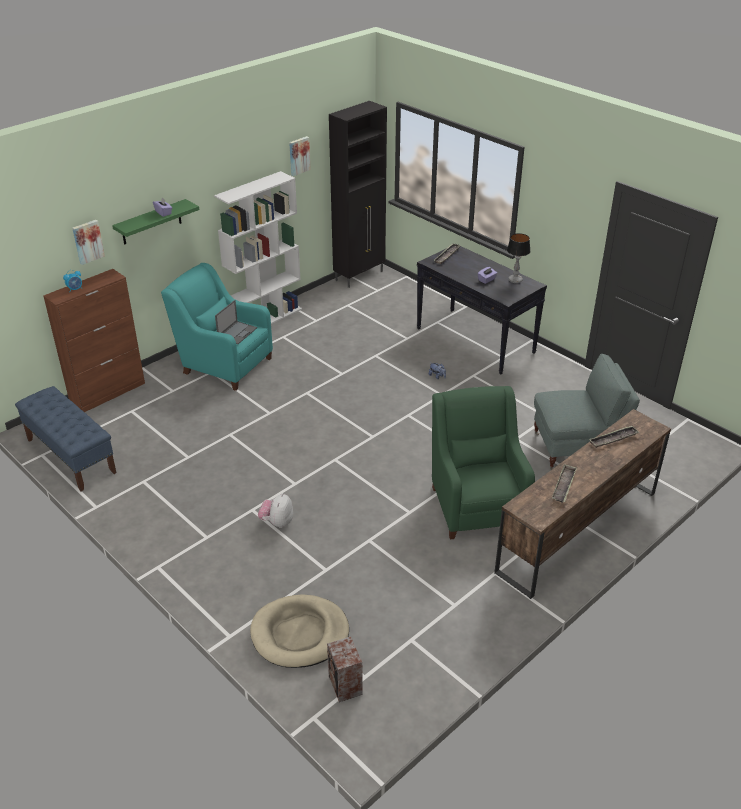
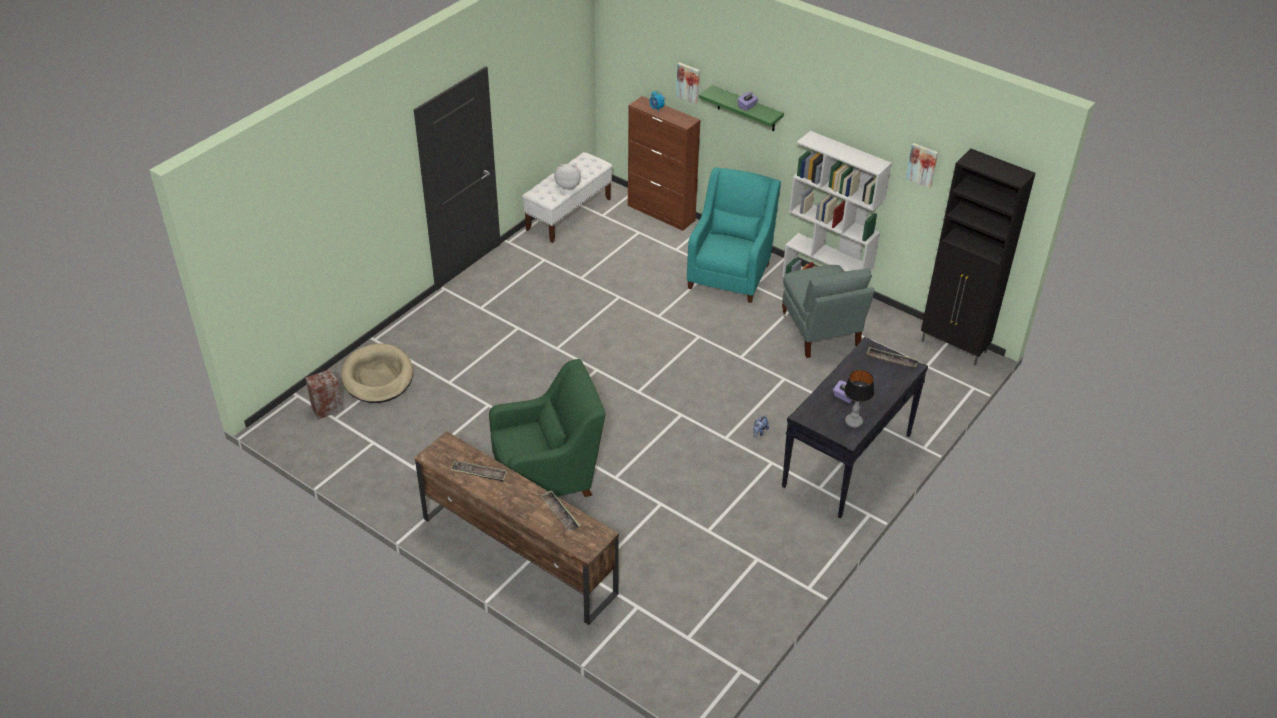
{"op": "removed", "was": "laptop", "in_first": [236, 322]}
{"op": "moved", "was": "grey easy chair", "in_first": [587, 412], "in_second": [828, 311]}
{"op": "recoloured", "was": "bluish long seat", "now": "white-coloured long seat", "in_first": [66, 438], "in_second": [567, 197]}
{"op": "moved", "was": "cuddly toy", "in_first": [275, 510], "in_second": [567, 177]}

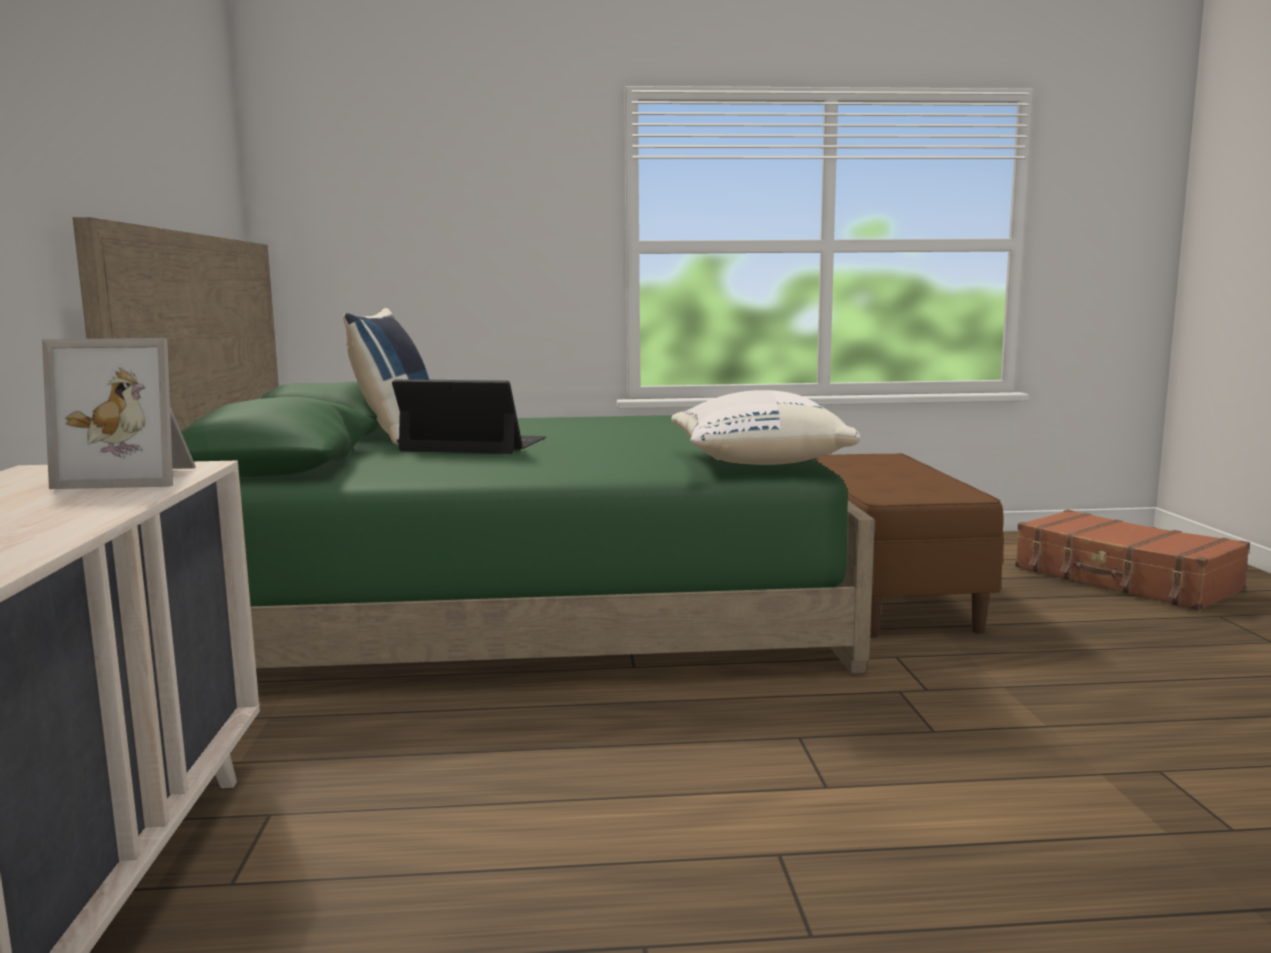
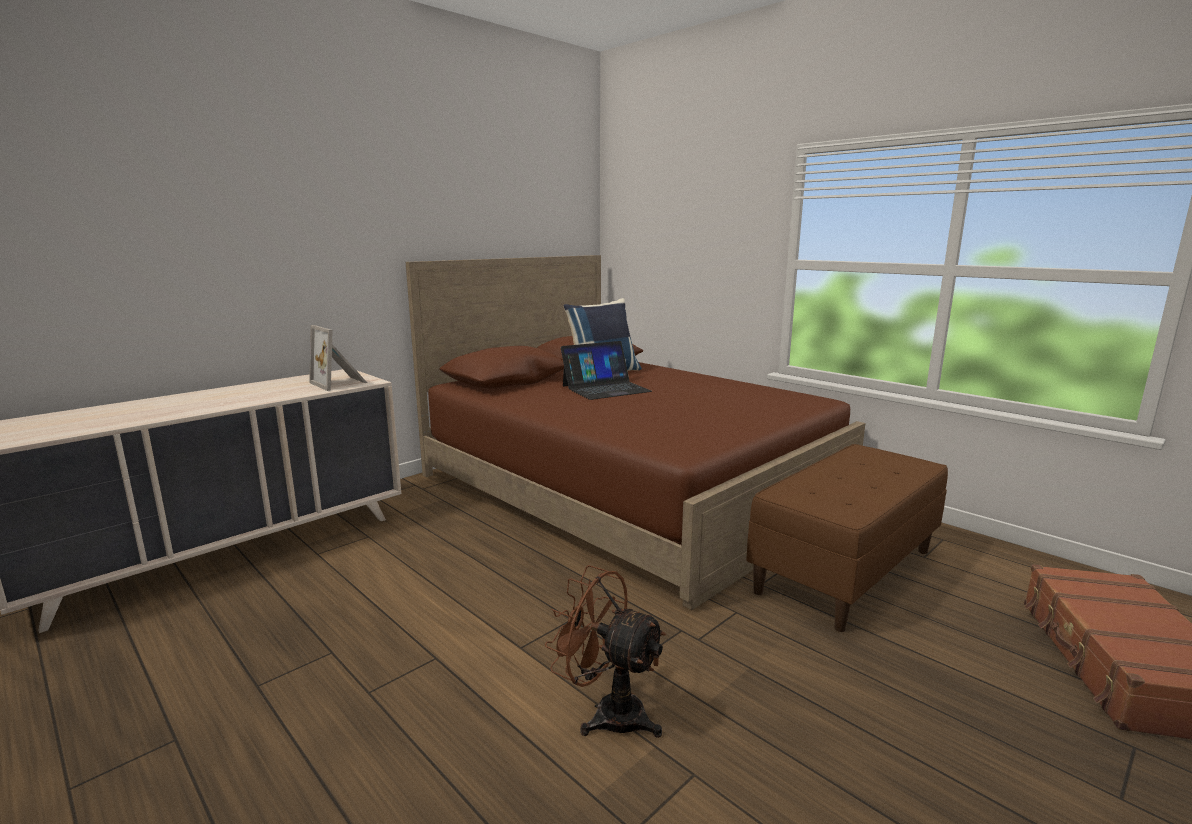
{"op": "recoloured", "was": "green sleeping bed", "now": "brownish sleeping bed", "in_first": [474, 445], "in_second": [635, 432]}
{"op": "turned", "was": "laptop", "in_first": [469, 416], "in_second": [606, 370], "clockwise": 90}
{"op": "removed", "was": "white-coloured cushion", "in_first": [766, 427]}
{"op": "added", "now": "brownish fan", "in_second": [605, 651]}

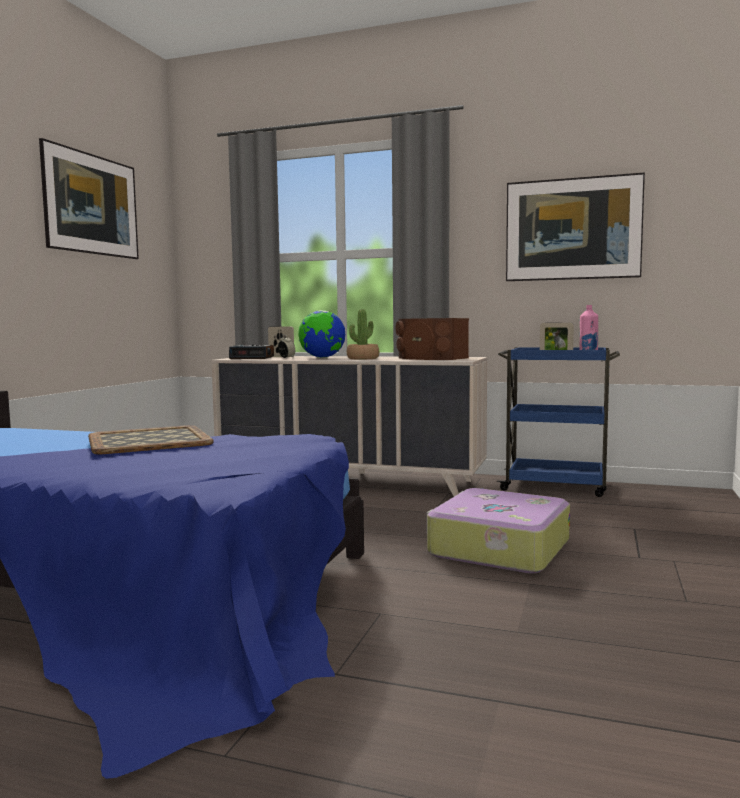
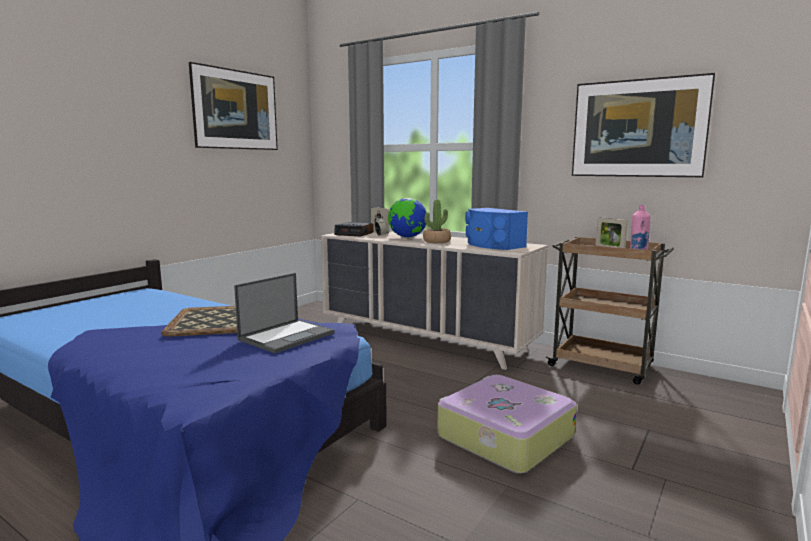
{"op": "recoloured", "was": "brownish speaker", "now": "bluish speaker", "in_first": [432, 339], "in_second": [496, 229]}
{"op": "recoloured", "was": "bluish cart", "now": "brownish cart", "in_first": [558, 422], "in_second": [609, 311]}
{"op": "added", "now": "laptop", "in_second": [284, 313]}

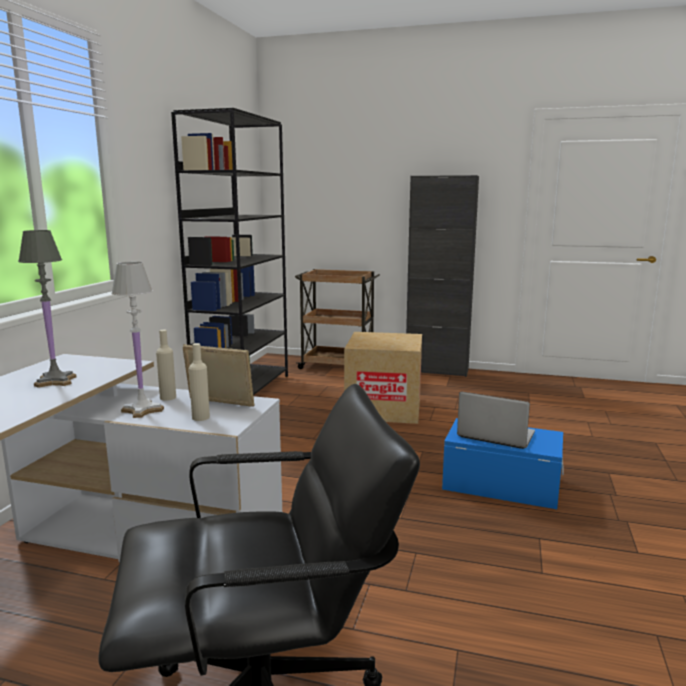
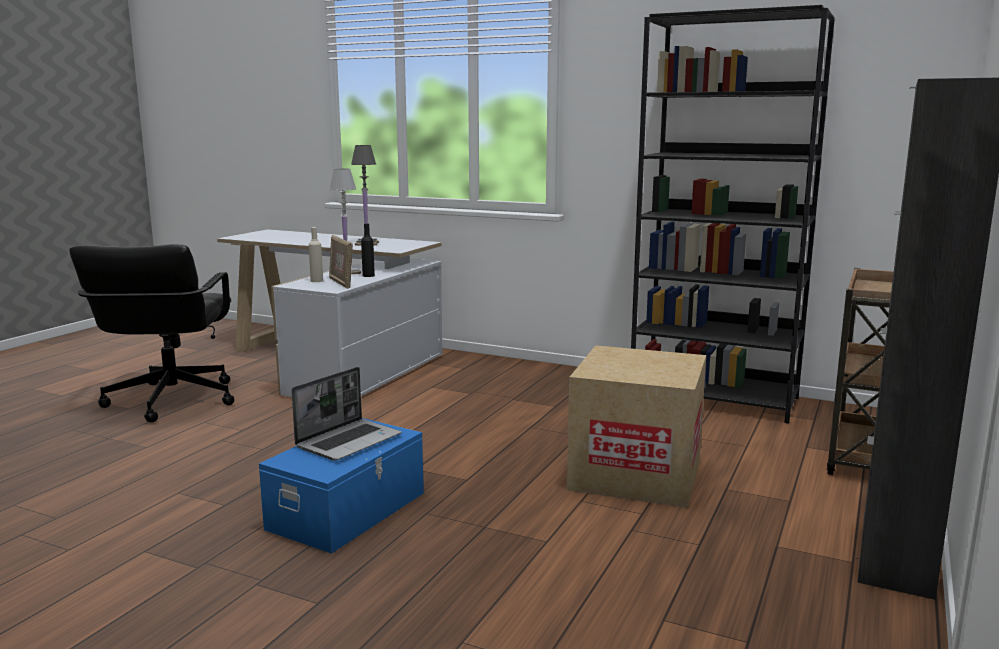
{"op": "recoloured", "was": "beige drink bottle", "now": "blackish drink bottle", "in_first": [166, 365], "in_second": [368, 250]}
{"op": "turned", "was": "standing frame", "in_first": [219, 375], "in_second": [341, 262], "clockwise": 120}

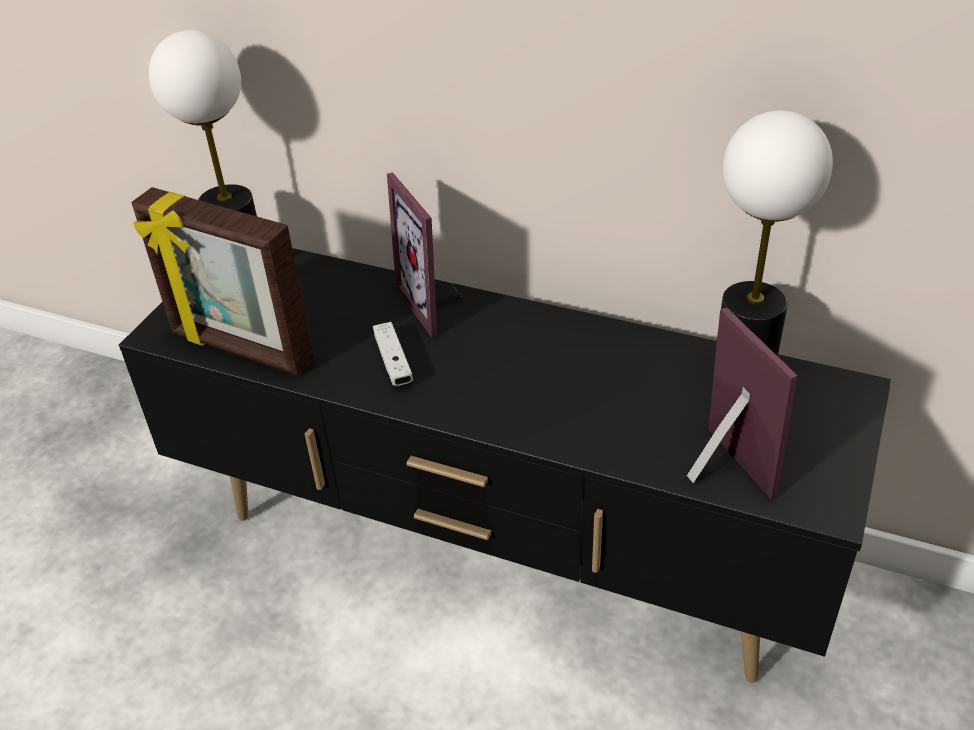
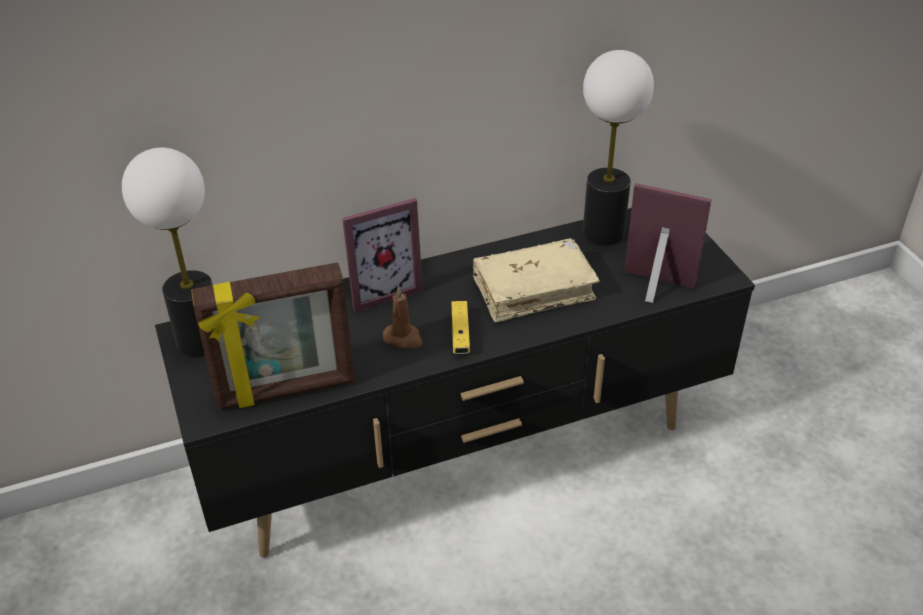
{"op": "turned", "was": "standing frame", "in_first": [423, 254], "in_second": [382, 255], "clockwise": -45}
{"op": "replaced", "was": "white-coloured joypad", "now": "brownish candle", "in_first": [393, 354], "in_second": [403, 317]}
{"op": "added", "now": "beige bound book", "in_second": [536, 280]}
{"op": "added", "now": "yellowish joypad", "in_second": [460, 327]}

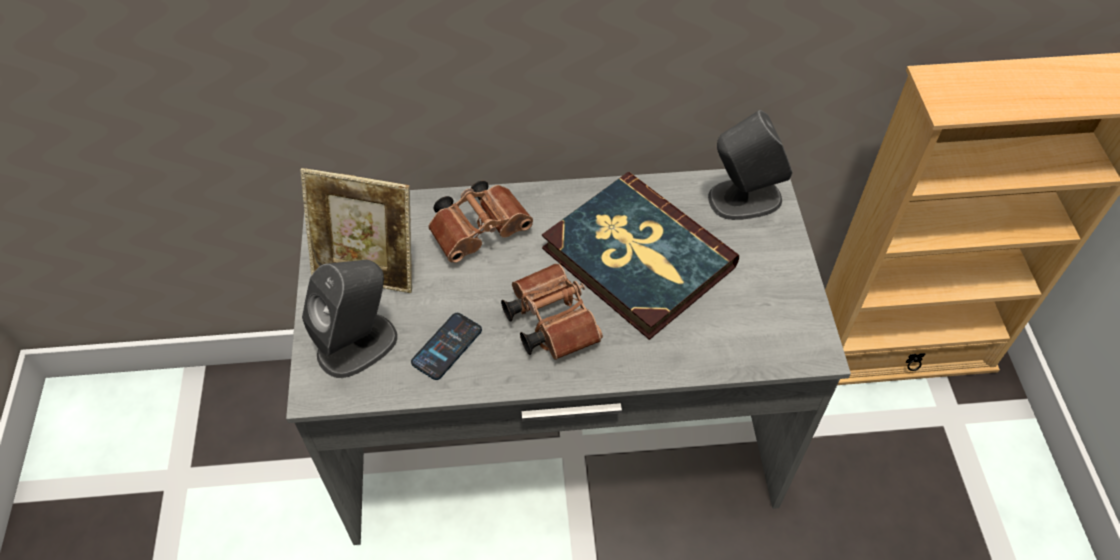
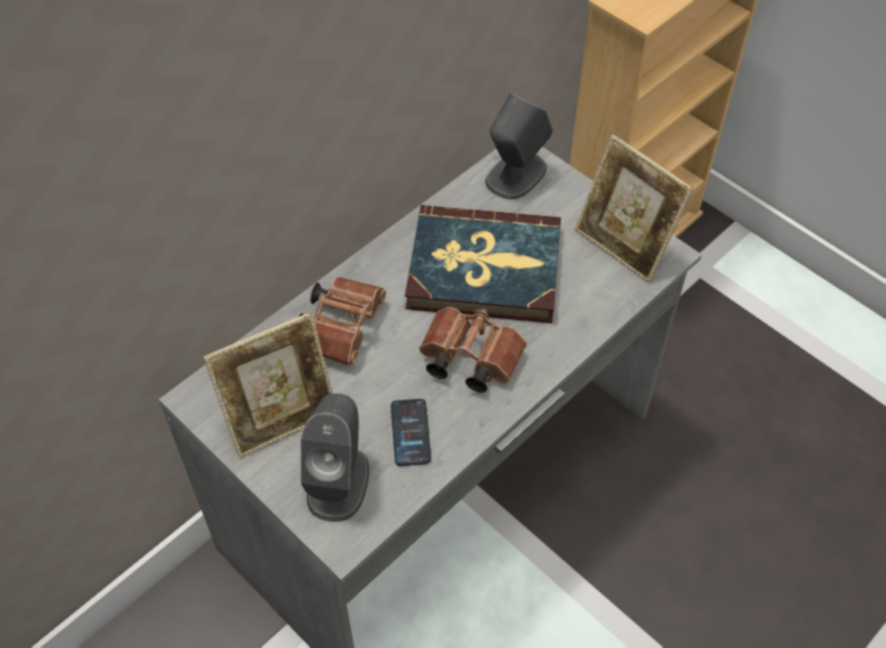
{"op": "added", "now": "standing frame", "in_second": [634, 209]}

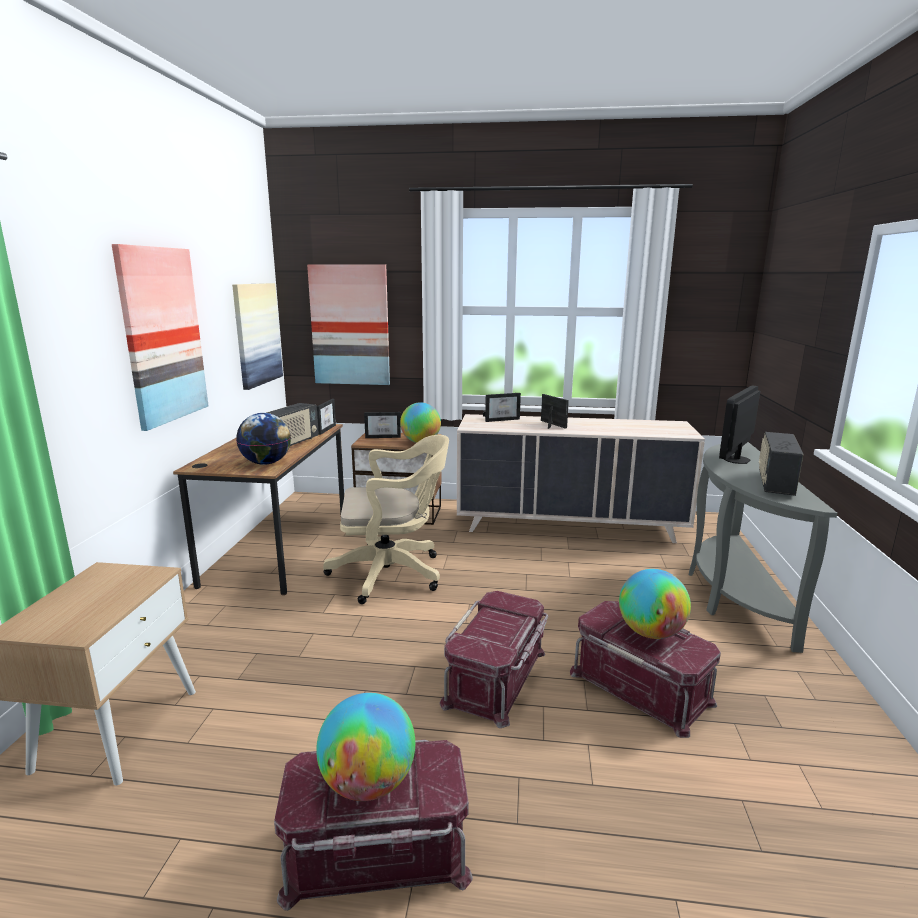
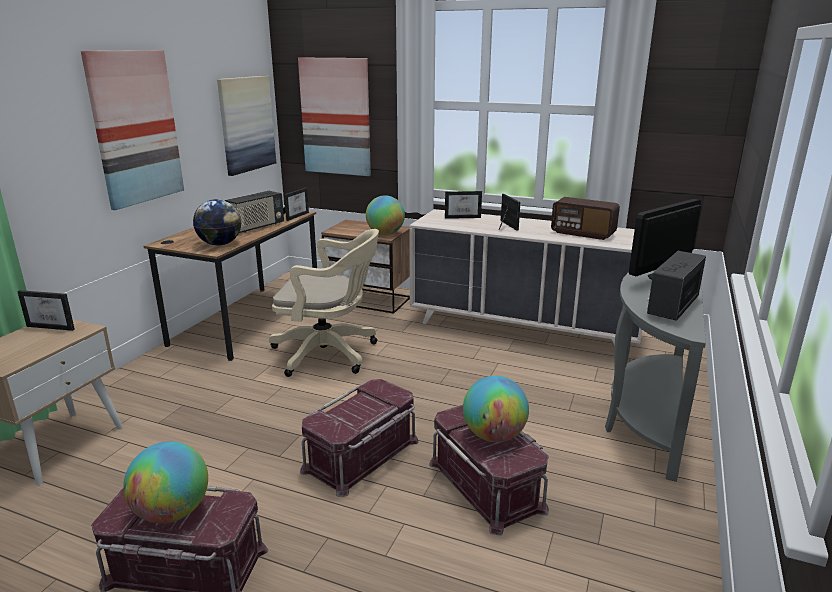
{"op": "moved", "was": "standing frame", "in_first": [382, 425], "in_second": [46, 310]}
{"op": "added", "now": "radio set", "in_second": [585, 218]}

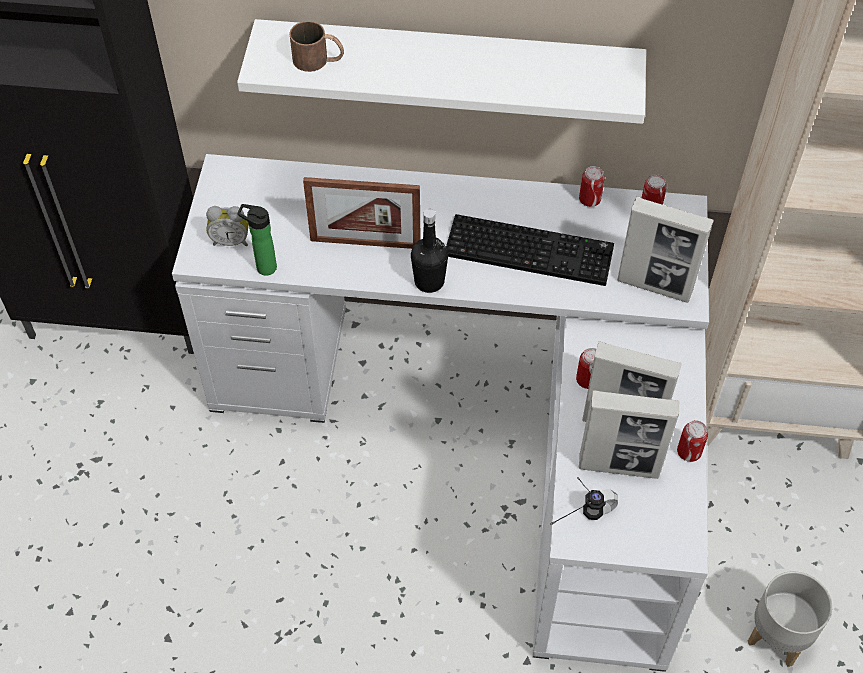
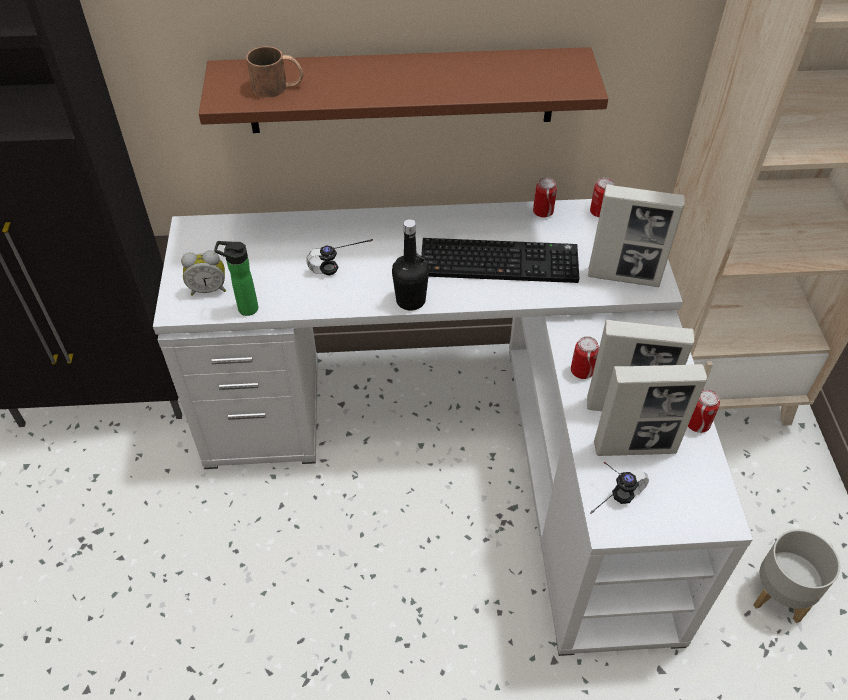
{"op": "recoloured", "was": "white-coloured shelf", "now": "brownish shelf", "in_first": [441, 71], "in_second": [403, 90]}
{"op": "replaced", "was": "standing frame", "now": "headset", "in_first": [362, 213], "in_second": [339, 257]}

